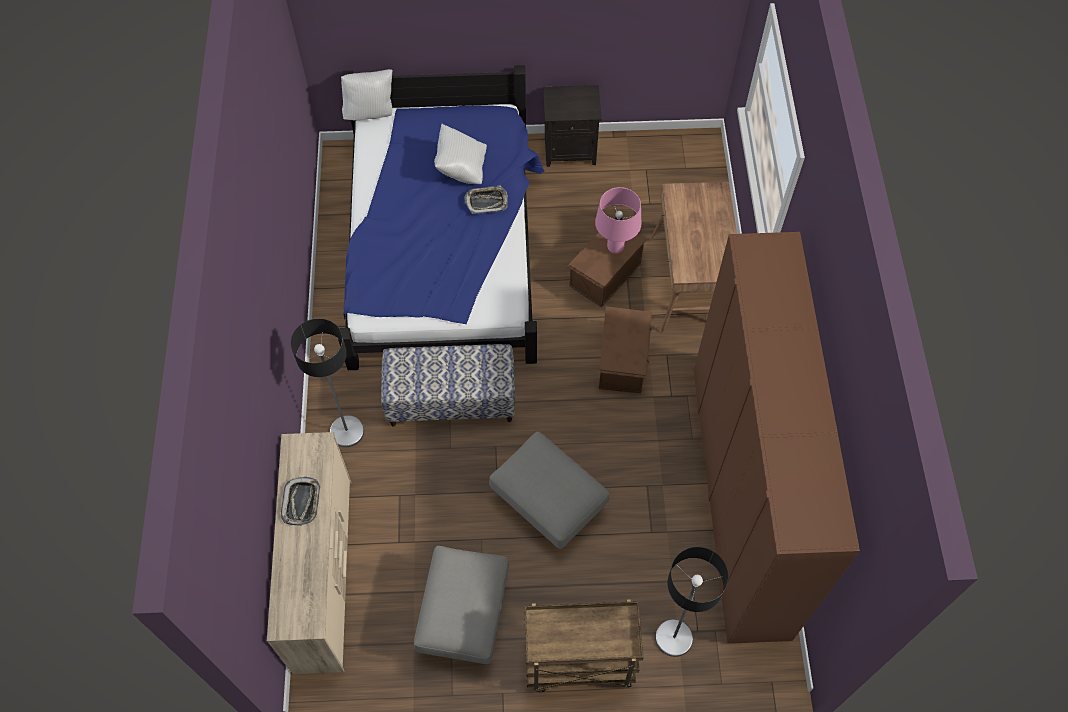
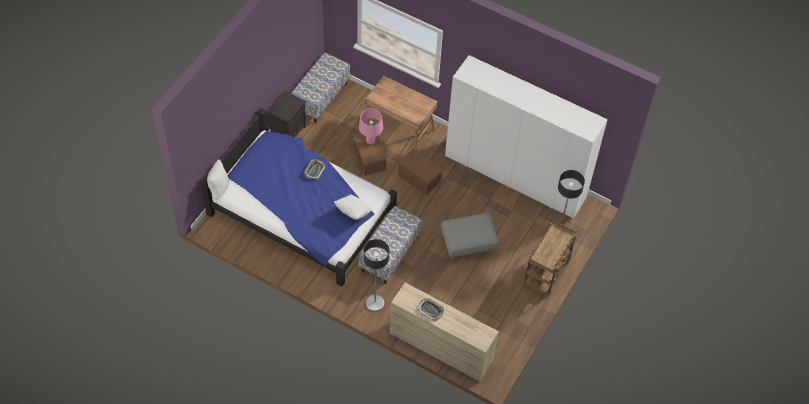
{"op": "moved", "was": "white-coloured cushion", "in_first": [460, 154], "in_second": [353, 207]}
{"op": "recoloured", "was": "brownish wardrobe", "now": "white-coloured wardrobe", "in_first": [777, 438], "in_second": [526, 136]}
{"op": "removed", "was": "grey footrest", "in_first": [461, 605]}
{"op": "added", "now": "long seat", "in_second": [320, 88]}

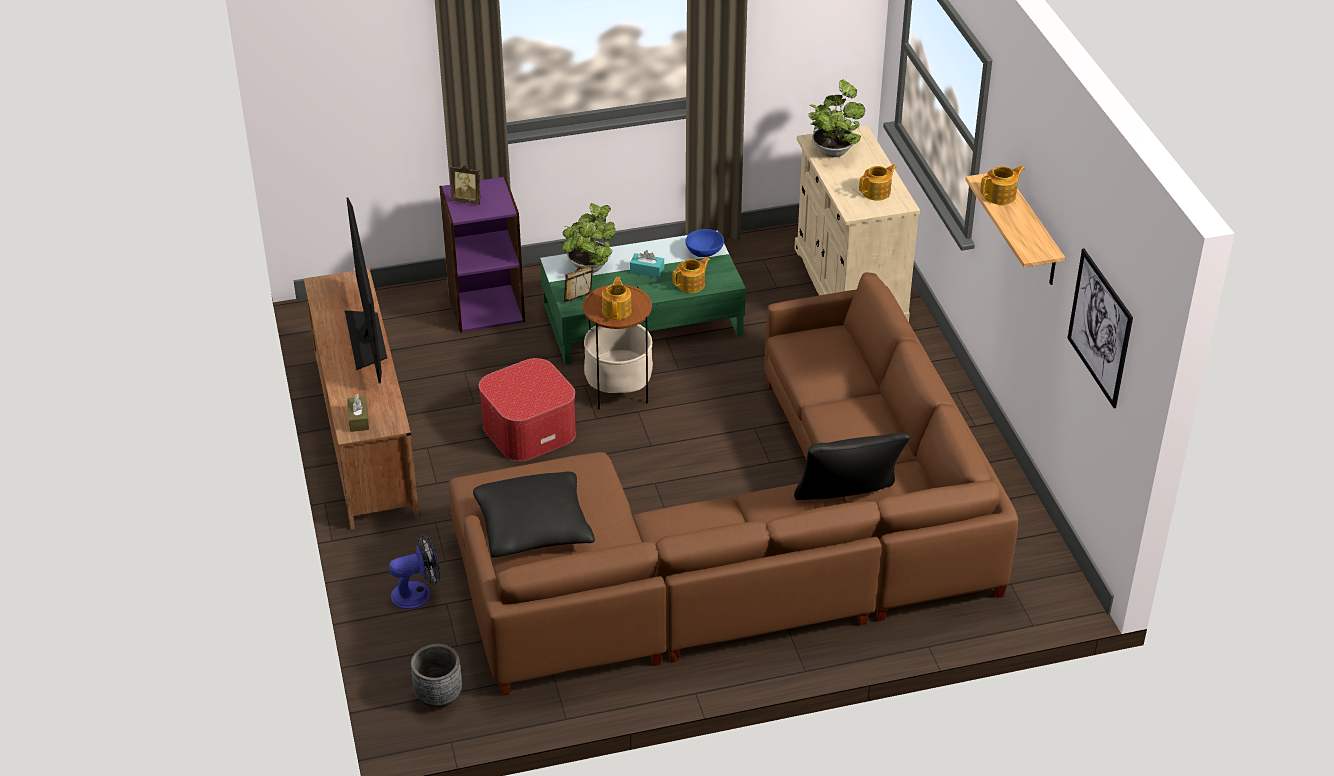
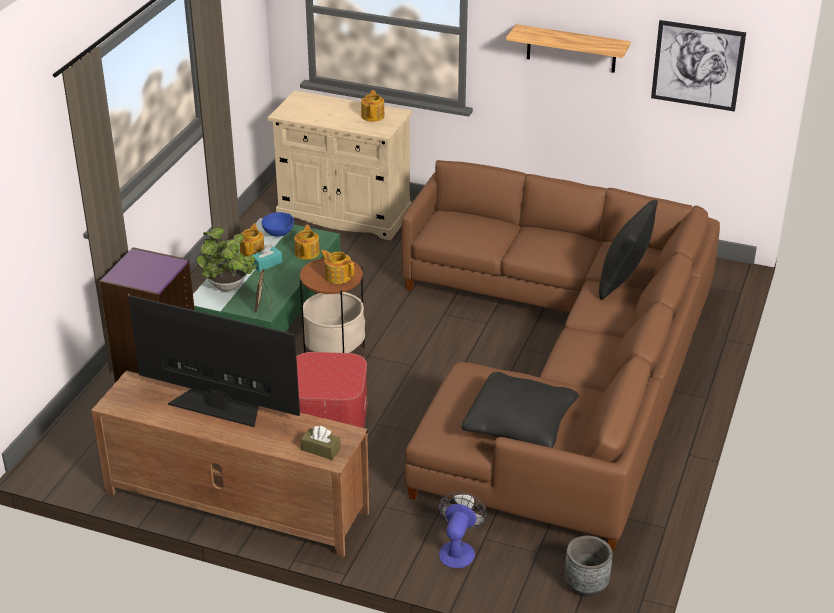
{"op": "removed", "was": "potted plant", "in_first": [836, 118]}
{"op": "removed", "was": "standing frame", "in_first": [465, 185]}
{"op": "moved", "was": "teapot", "in_first": [1002, 185], "in_second": [251, 240]}

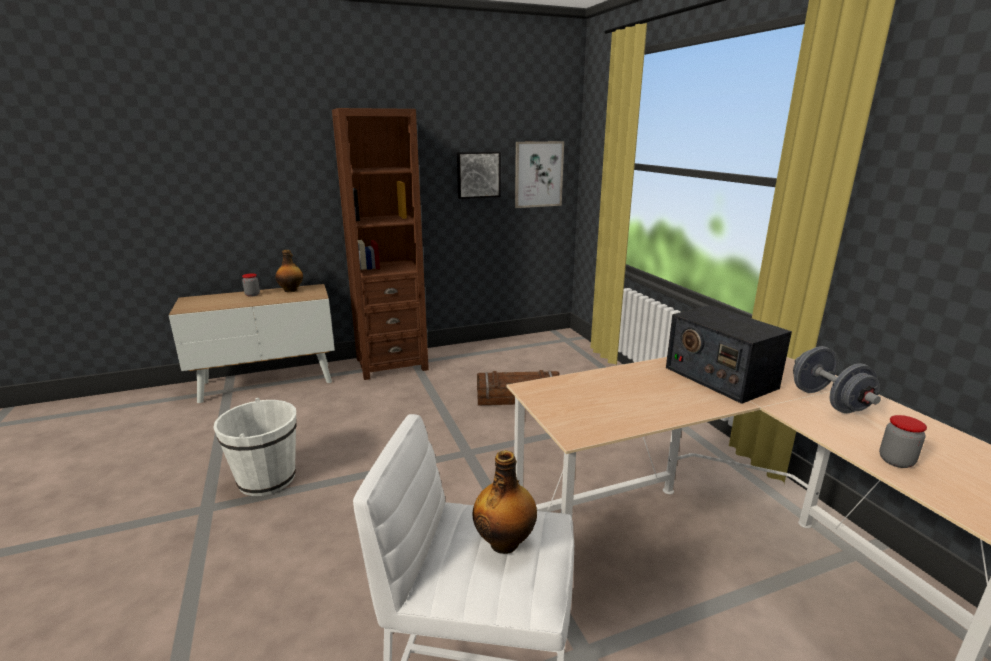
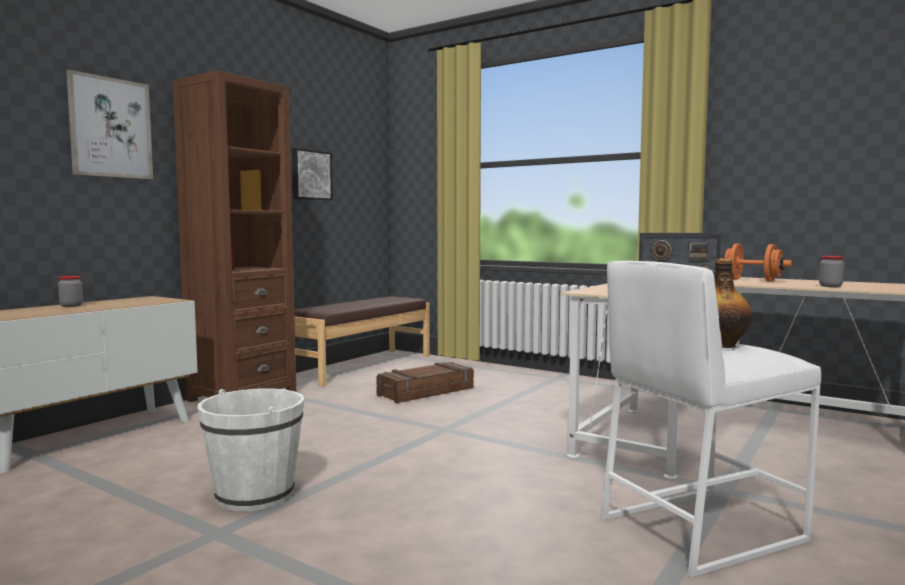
{"op": "moved", "was": "picture", "in_first": [539, 174], "in_second": [109, 124]}
{"op": "removed", "was": "drink bottle", "in_first": [289, 271]}
{"op": "recoloured", "was": "grey hand weight", "now": "orange-coloured hand weight", "in_first": [837, 379], "in_second": [756, 263]}
{"op": "added", "now": "brownish long seat", "in_second": [362, 341]}

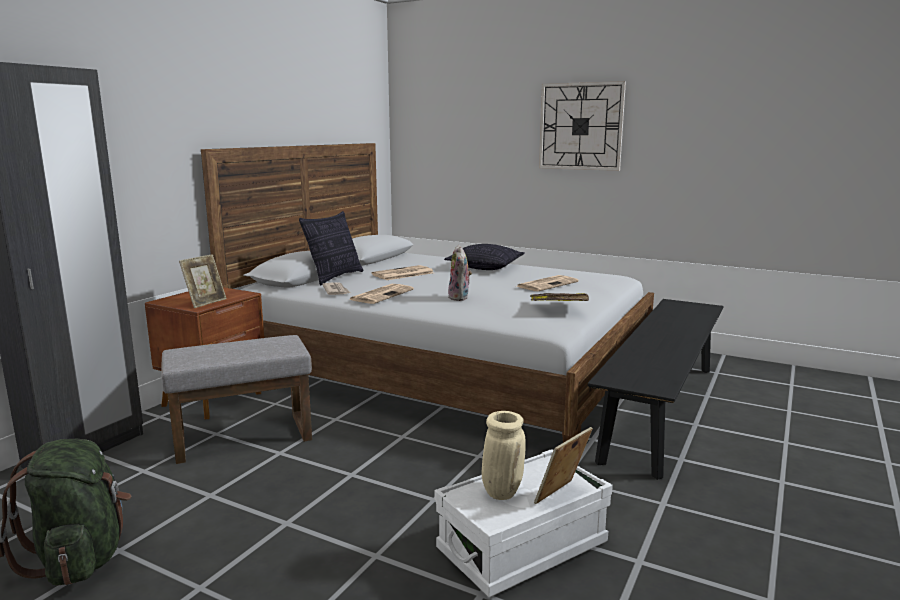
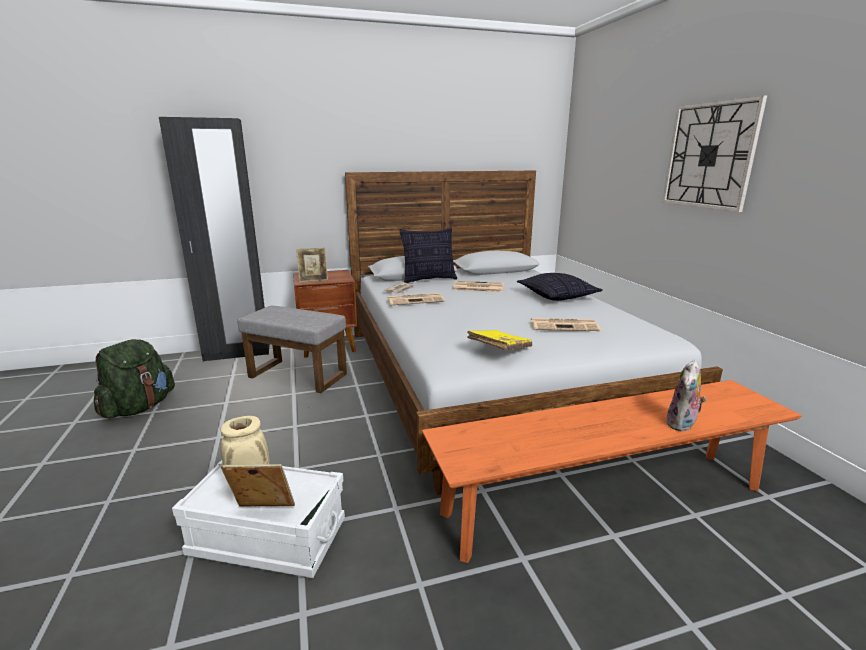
{"op": "moved", "was": "cuddly toy", "in_first": [460, 273], "in_second": [686, 396]}
{"op": "recoloured", "was": "blackish long seat", "now": "orange-coloured long seat", "in_first": [655, 389], "in_second": [612, 471]}

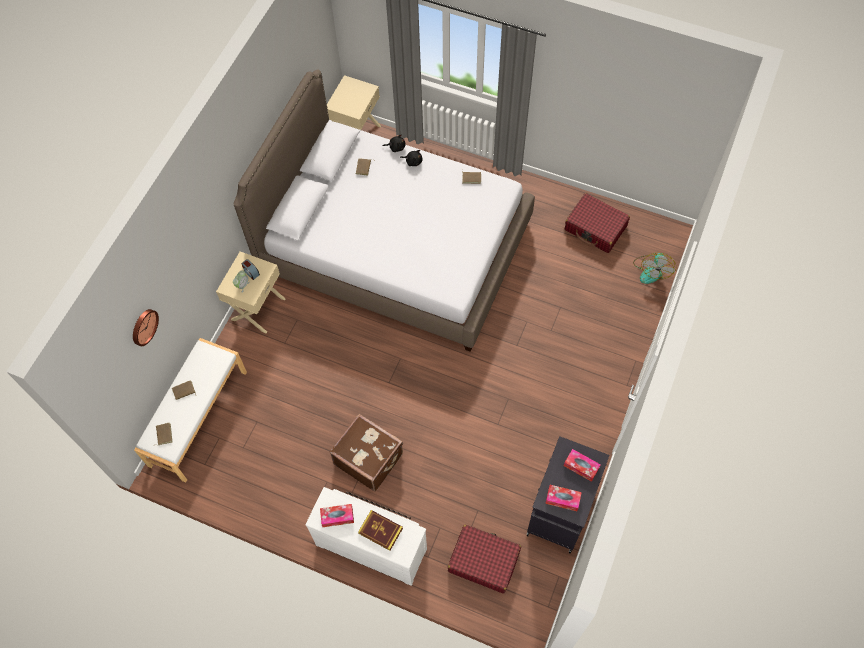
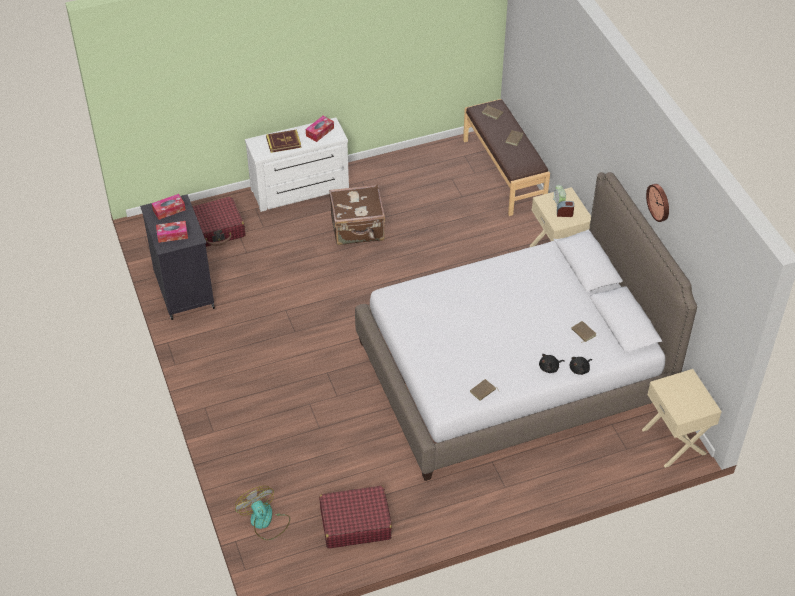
{"op": "moved", "was": "wall clock", "in_first": [146, 327], "in_second": [657, 203]}
{"op": "recoloured", "was": "white-coloured long seat", "now": "brownish long seat", "in_first": [190, 410], "in_second": [506, 157]}

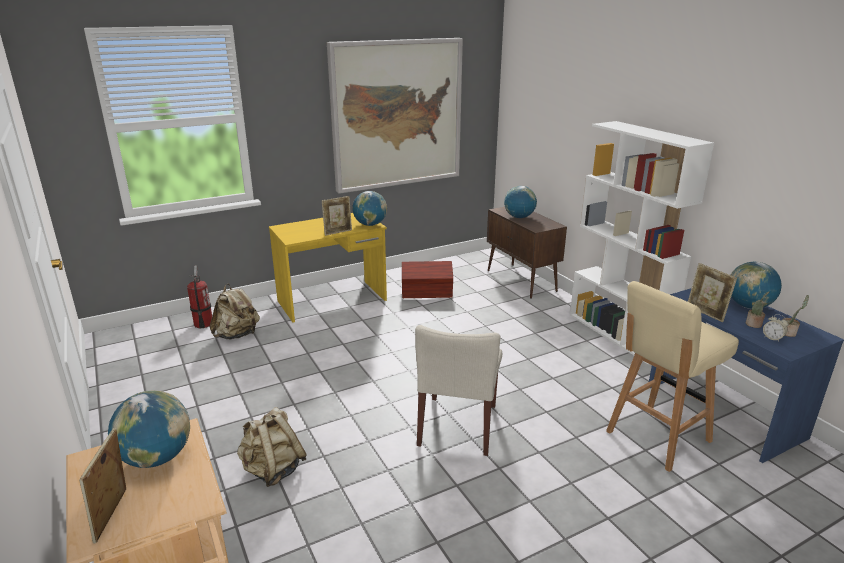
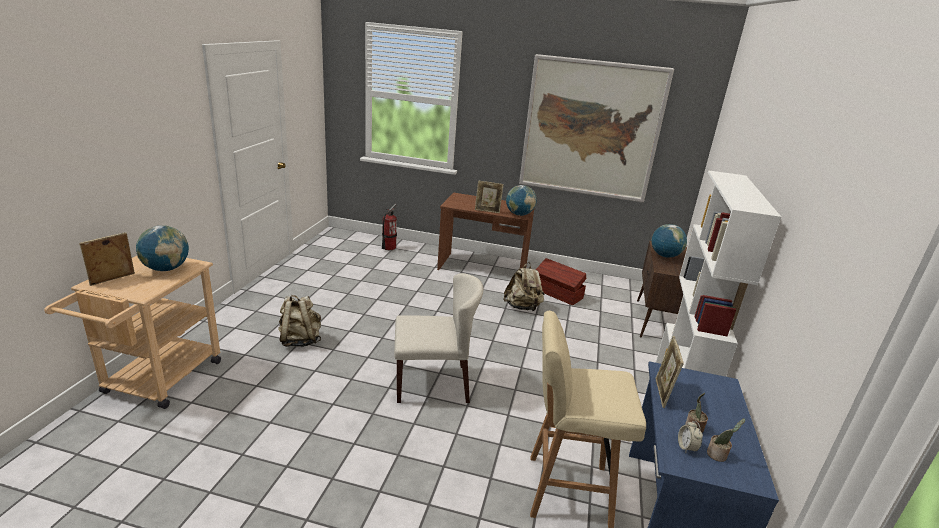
{"op": "recoloured", "was": "yellowish desk unit", "now": "brownish desk unit", "in_first": [328, 268], "in_second": [485, 231]}
{"op": "removed", "was": "desk globe", "in_first": [756, 285]}
{"op": "moved", "was": "beige knapsack", "in_first": [235, 312], "in_second": [524, 286]}
{"op": "turned", "was": "beige plain chair", "in_first": [458, 390], "in_second": [438, 338], "clockwise": -150}

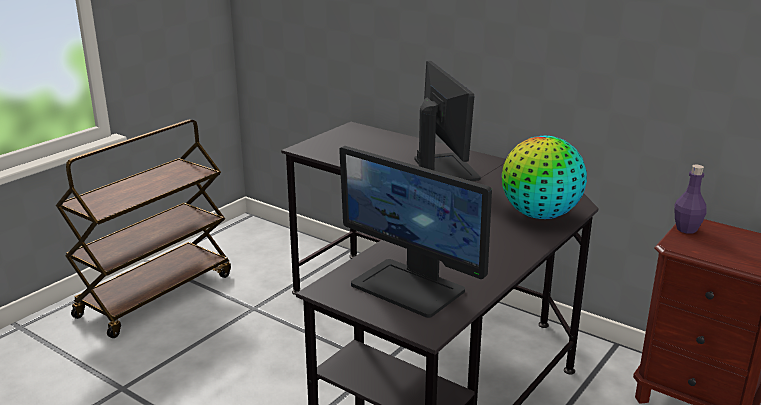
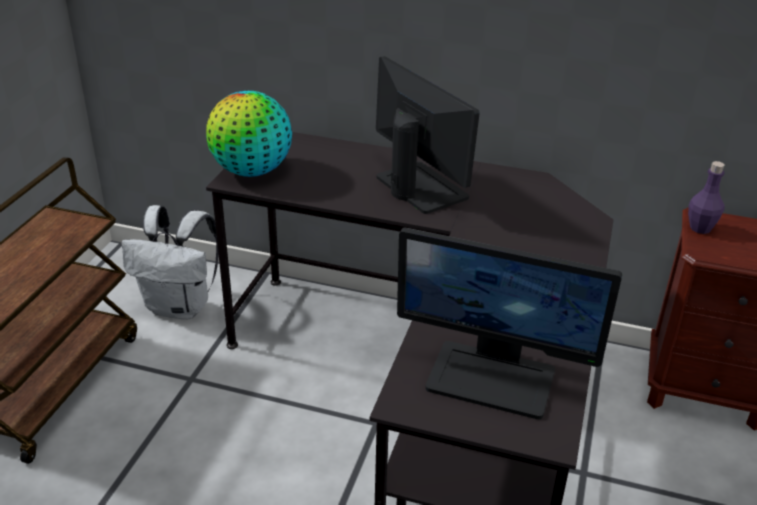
{"op": "moved", "was": "desk globe", "in_first": [544, 177], "in_second": [249, 134]}
{"op": "added", "now": "white-coloured knapsack", "in_second": [170, 262]}

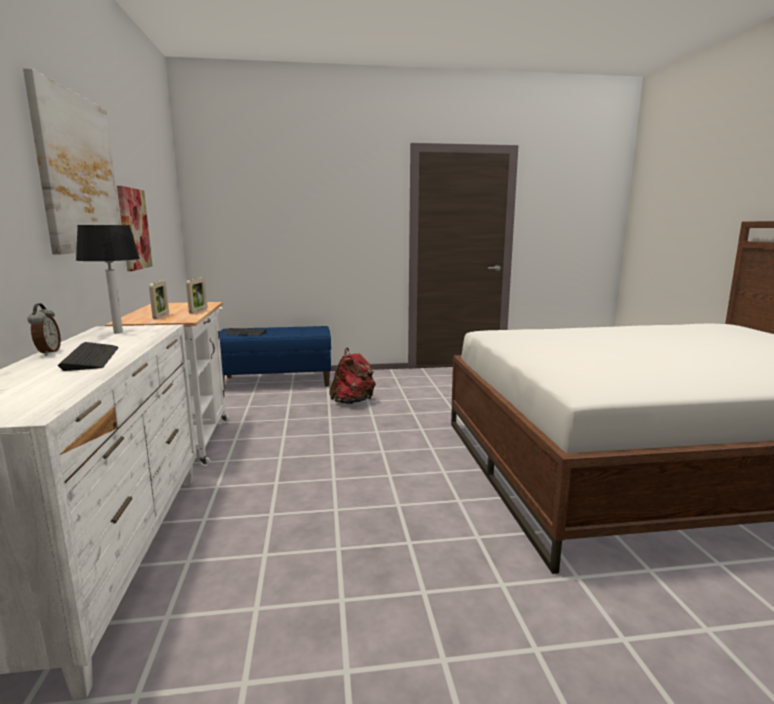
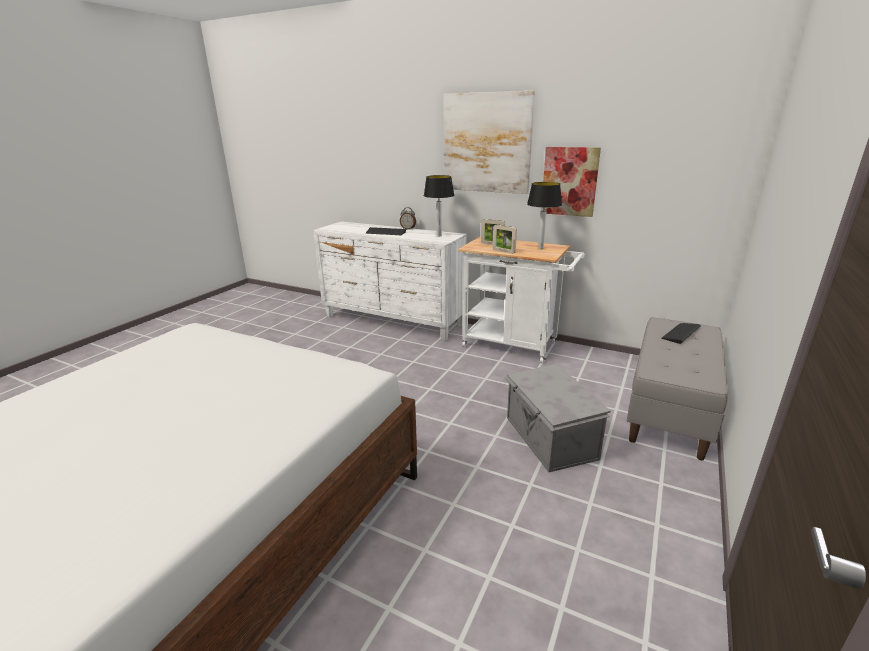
{"op": "recoloured", "was": "bluish long seat", "now": "grey long seat", "in_first": [275, 358], "in_second": [677, 388]}
{"op": "replaced", "was": "red knapsack", "now": "grey storage bin", "in_first": [352, 376], "in_second": [557, 418]}
{"op": "added", "now": "tabletop lamp", "in_second": [544, 215]}

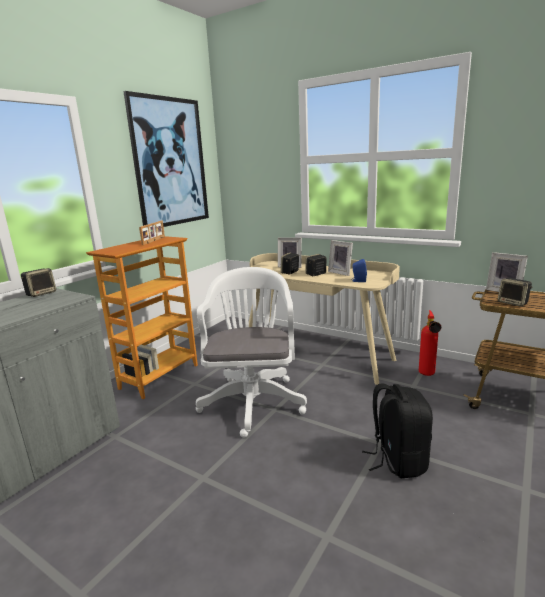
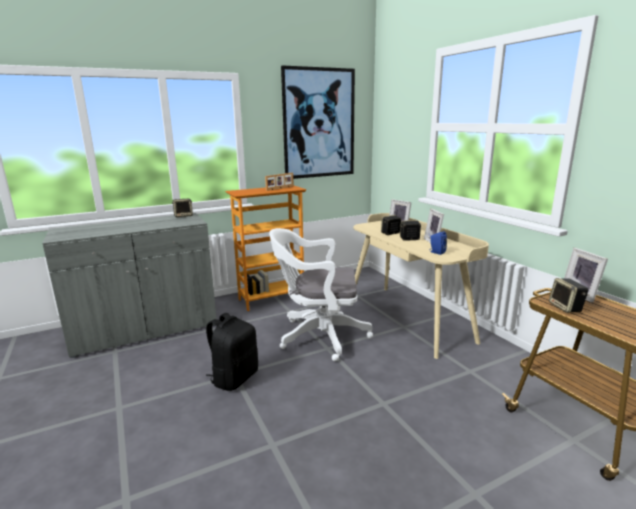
{"op": "turned", "was": "white-coloured office chair", "in_first": [251, 352], "in_second": [321, 294], "clockwise": -120}
{"op": "removed", "was": "fire-fighting cylinder", "in_first": [430, 343]}
{"op": "moved", "was": "blackish knapsack", "in_first": [397, 431], "in_second": [232, 352]}

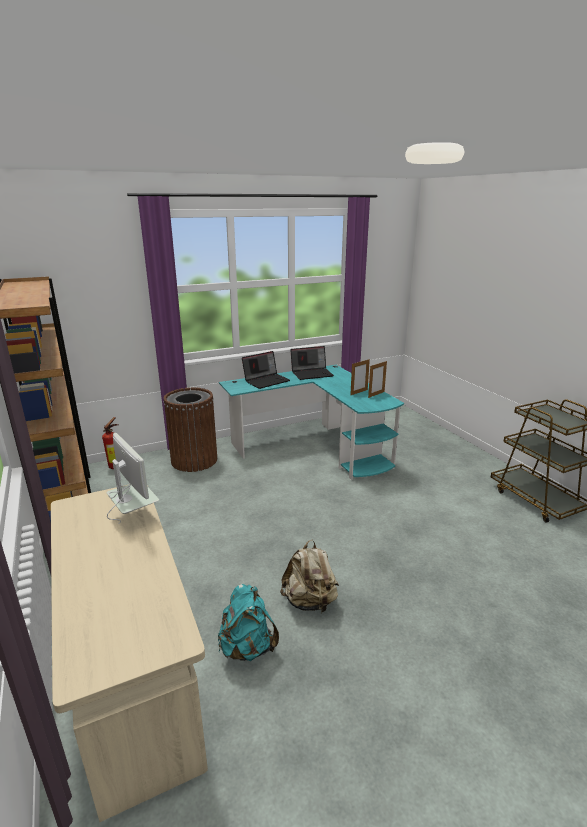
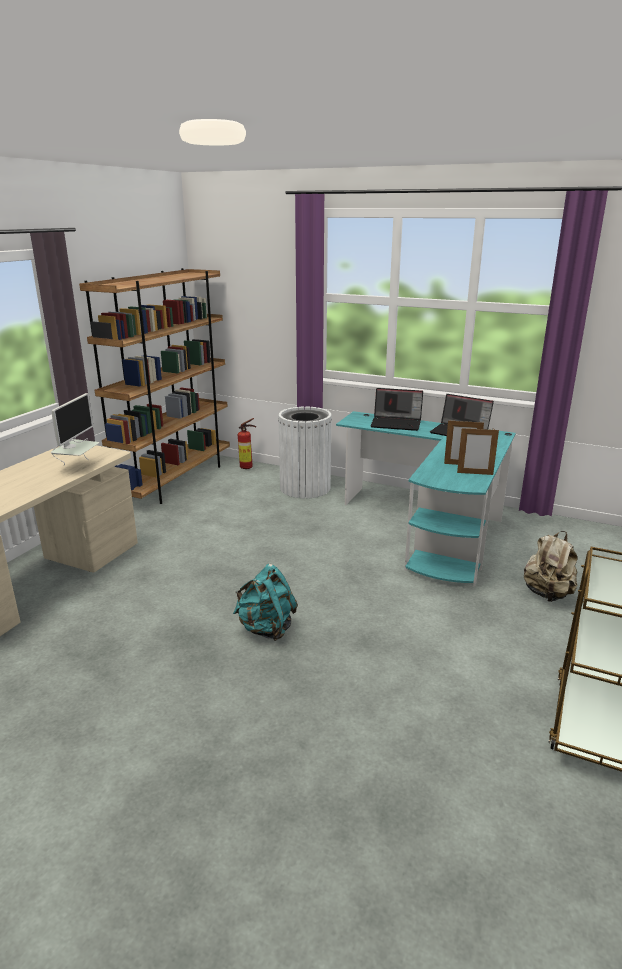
{"op": "recoloured", "was": "brownish waste bin", "now": "white-coloured waste bin", "in_first": [190, 429], "in_second": [305, 452]}
{"op": "moved", "was": "beige knapsack", "in_first": [309, 576], "in_second": [551, 566]}
{"op": "moved", "was": "turquoise-coloured knapsack", "in_first": [248, 622], "in_second": [265, 602]}

